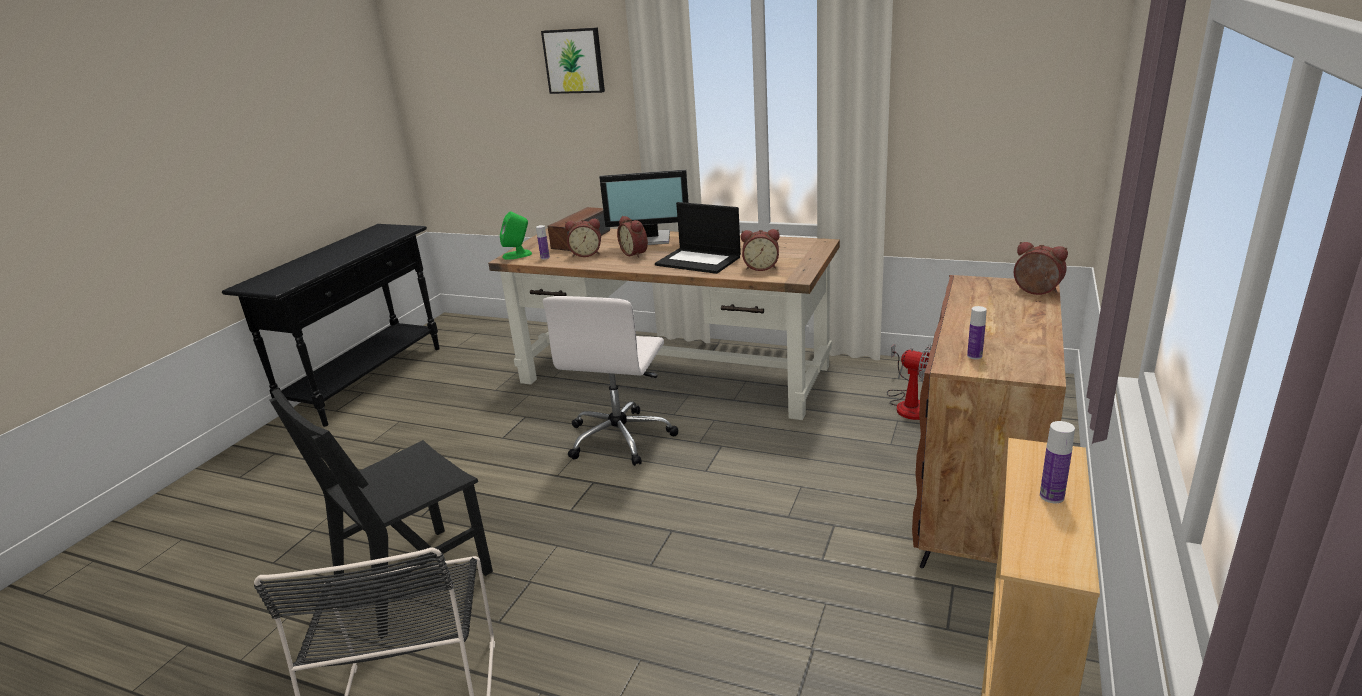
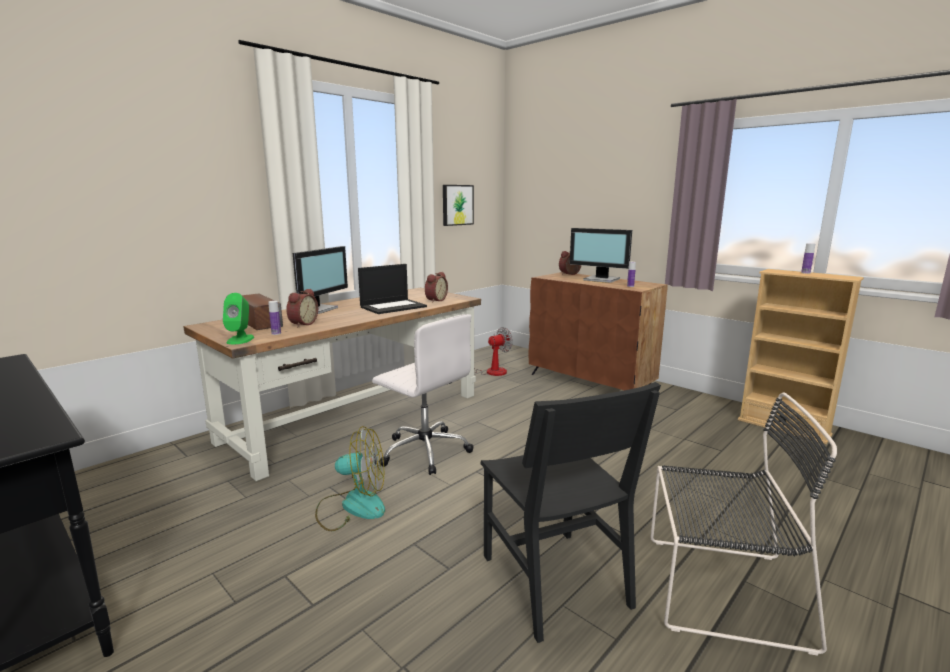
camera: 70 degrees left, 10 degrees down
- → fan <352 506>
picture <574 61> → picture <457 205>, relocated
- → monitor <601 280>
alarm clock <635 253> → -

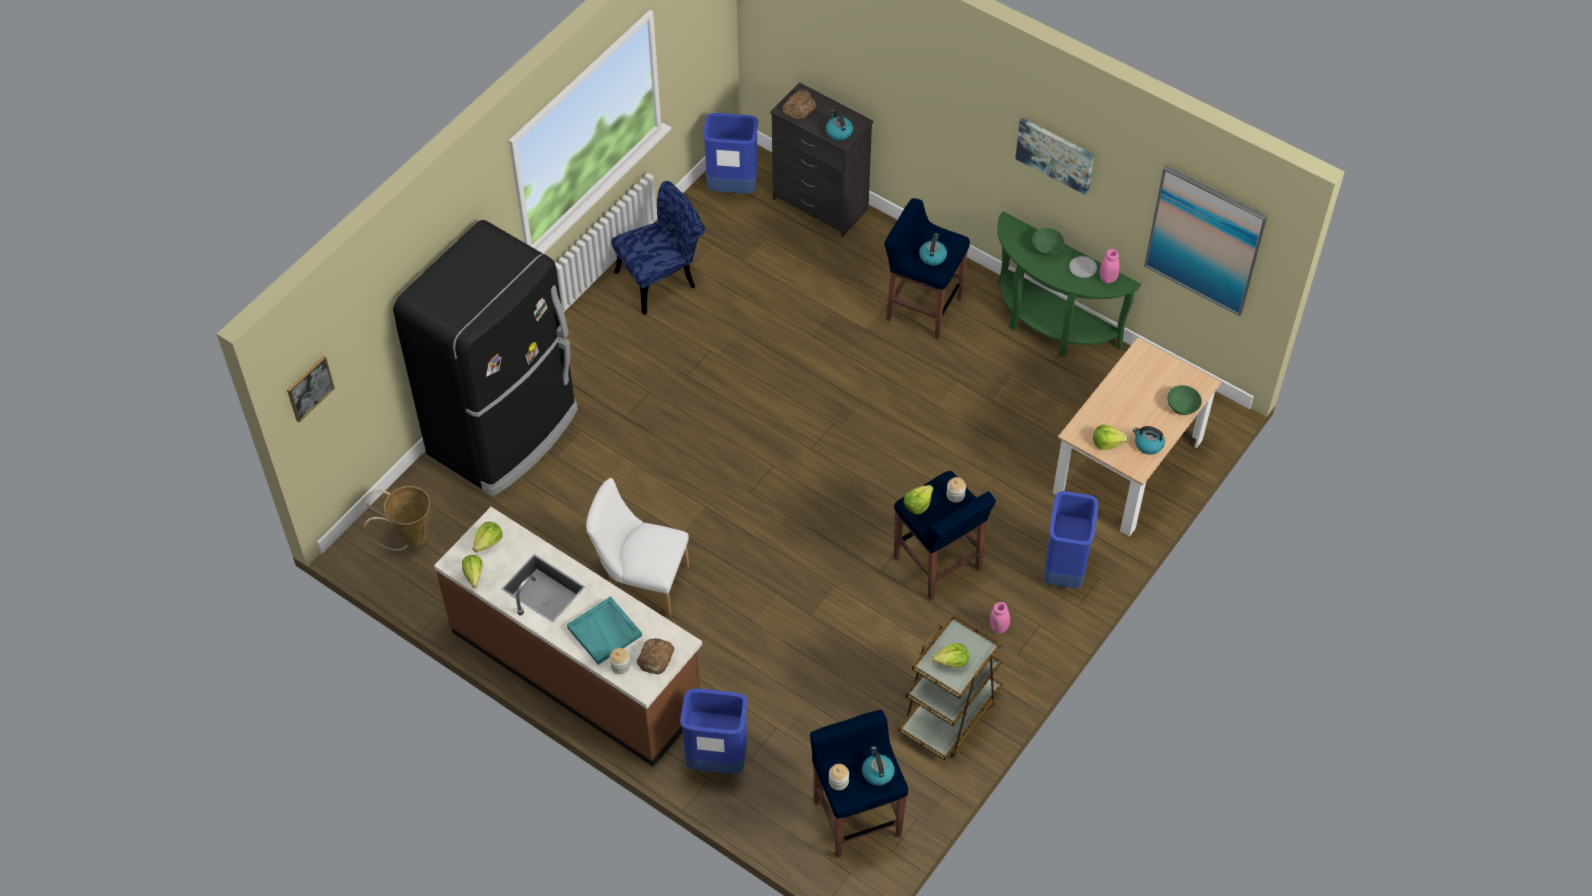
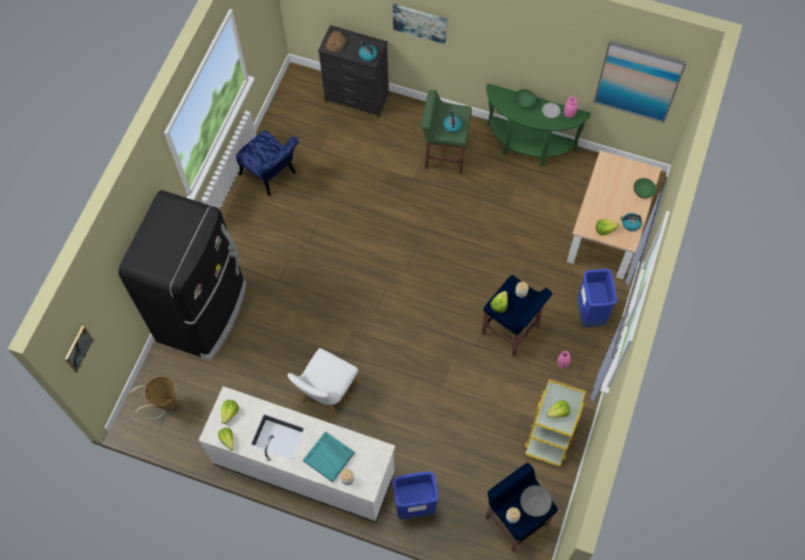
camera: 15 degrees left, 10 degrees up
brown counter <577 669> → white counter <304 467>
blue chair <662 278> → blue chair <271 176>, 90 degrees clockwise
white chair <641 581> → white chair <326 394>, 60 degrees counterclockwise
picture <1055 155> → picture <420 23>, relocated
blue stool <922 308> → green stool <445 154>
kettle <877 772> → grey bowl <535 503>
brown cart <949 714> → yellow cart <551 432>
bread <656 658> → -
blue trash can <732 188> → -

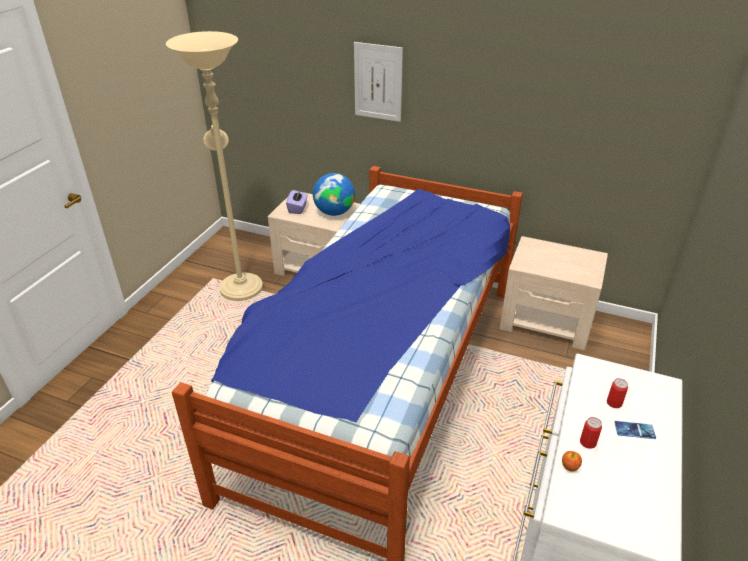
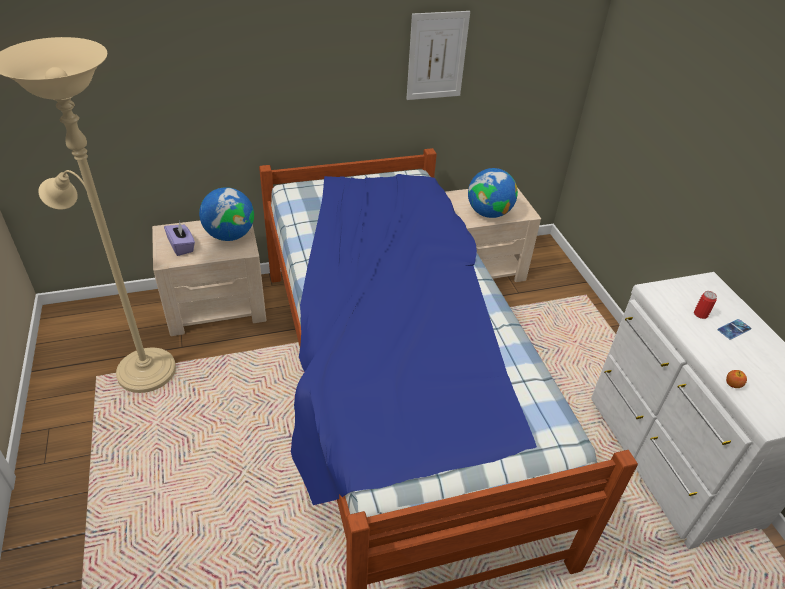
camera: 40 degrees left, 5 degrees up
picture <378 82> → picture <437 56>, relocated
- → globe <488 213>
can <588 442> → -

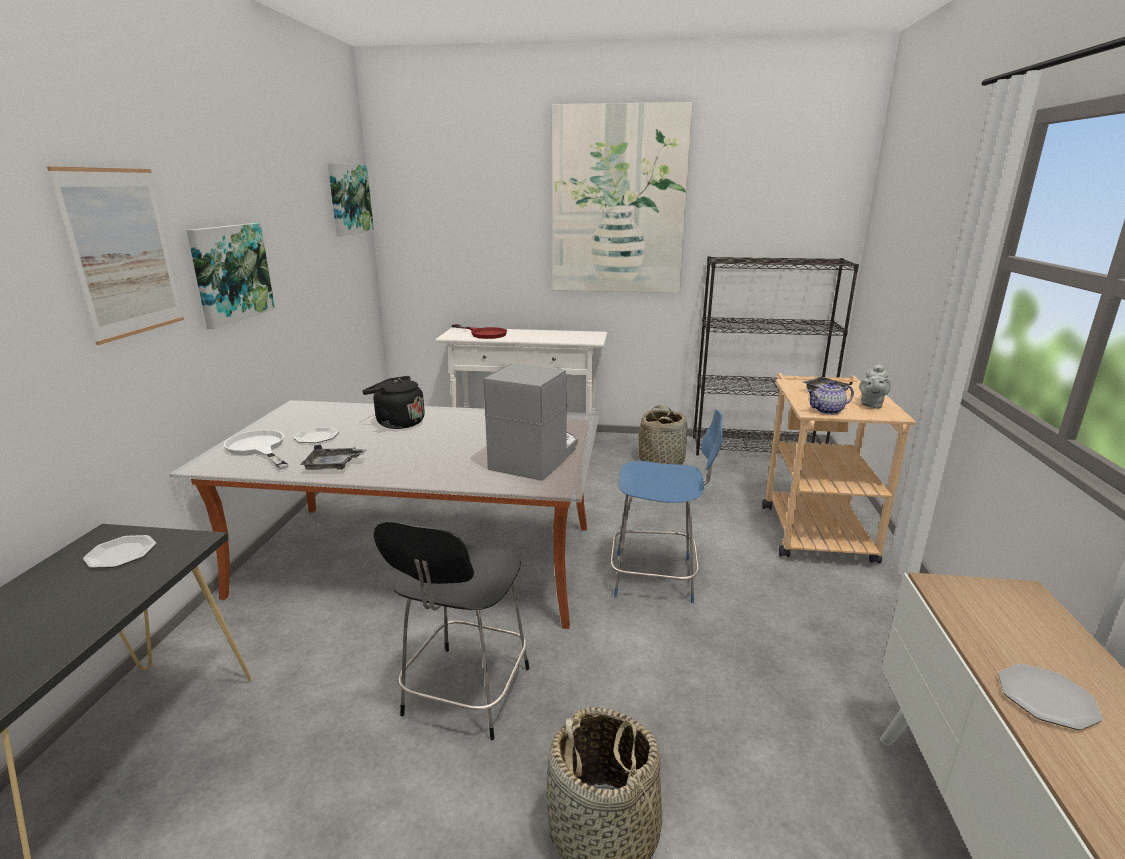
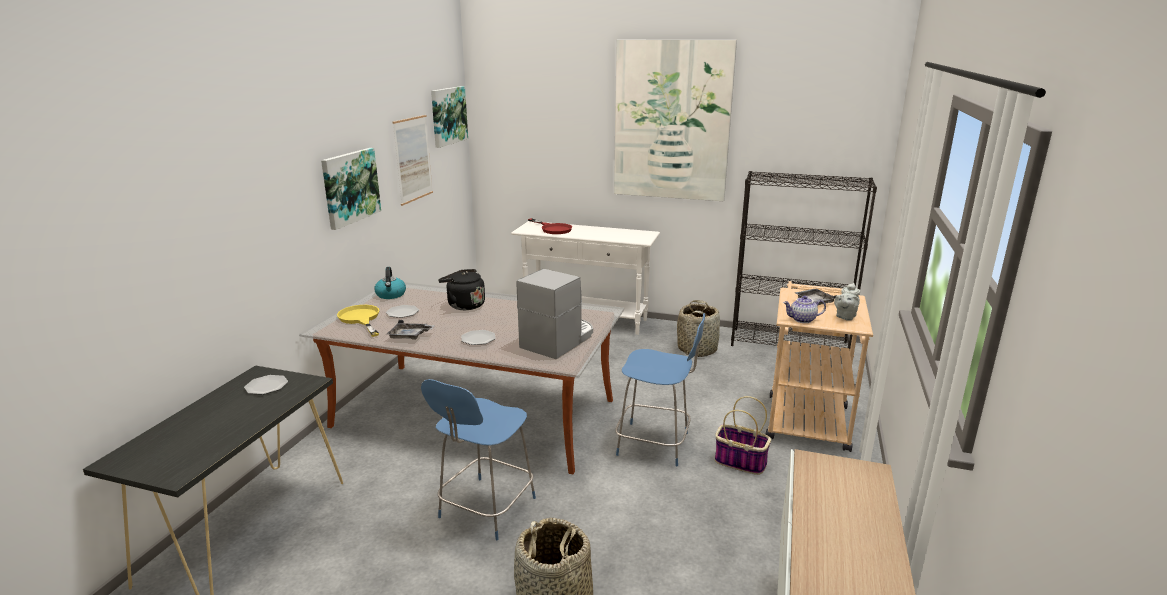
camera: 10 degrees right, 0 degrees up
white frying pan <258 448> → yellow frying pan <360 319>
- → kettle <391 295>
picture <123 253> → picture <413 159>, relocated
black chair <465 694> → blue chair <485 509>
plate <1047 699> → plate <478 339>, relocated
- → basket <739 462>

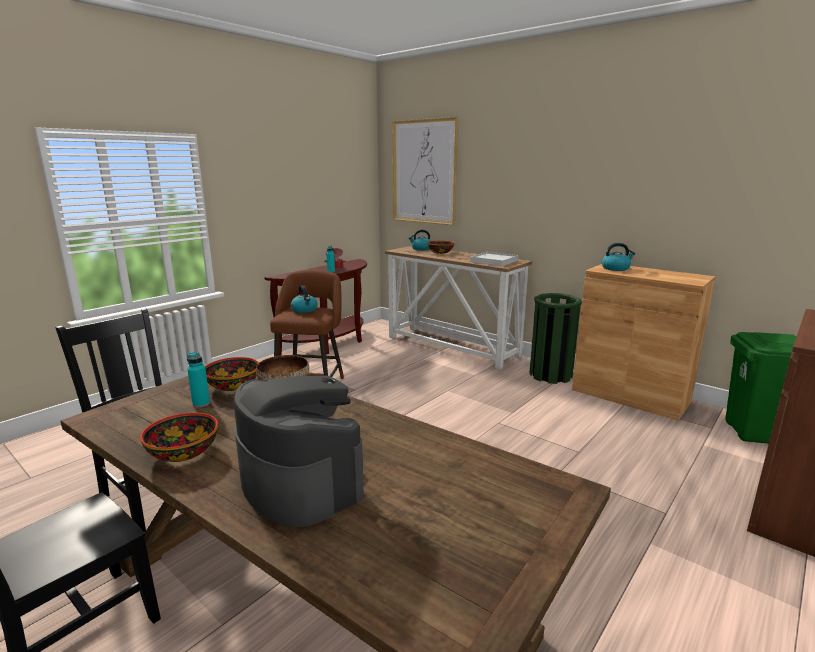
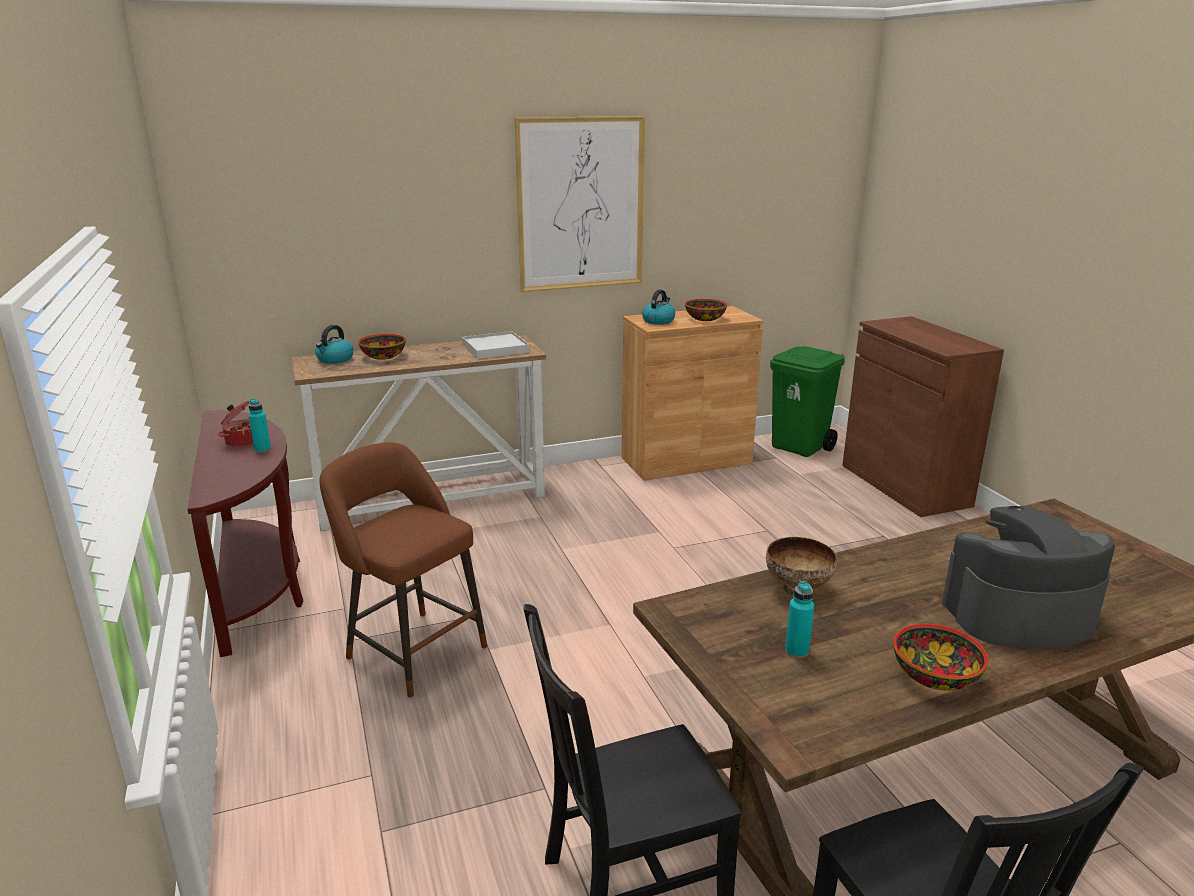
camera: 60 degrees left, 5 degrees up
picture <424 172> → picture <581 204>, relocated
bowl <232 385> → bowl <704 319>, relocated
kettle <304 310> → -
green trash can <550 375> → -

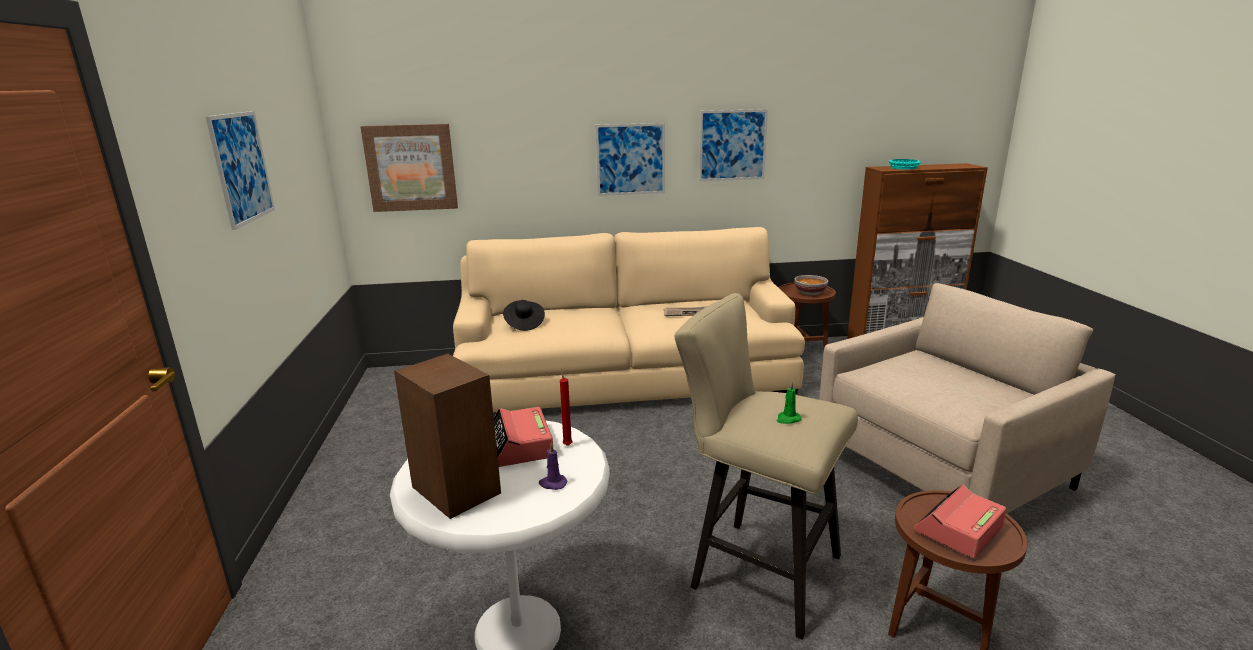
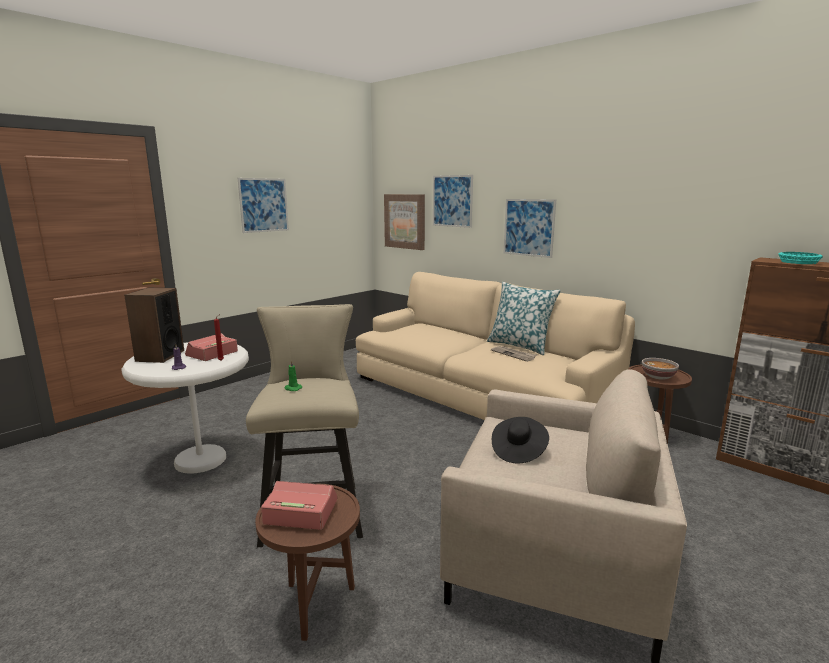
camera: 50 degrees right, 5 degrees down
picture <732 145> → picture <452 201>, relocated
- → pillow <520 346>
black hat <524 324> → black hat <518 451>, relocated

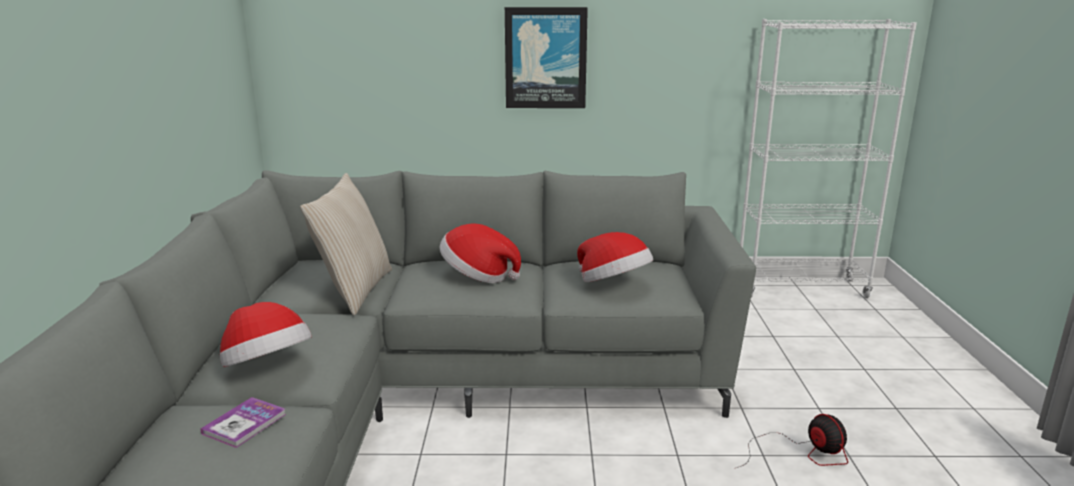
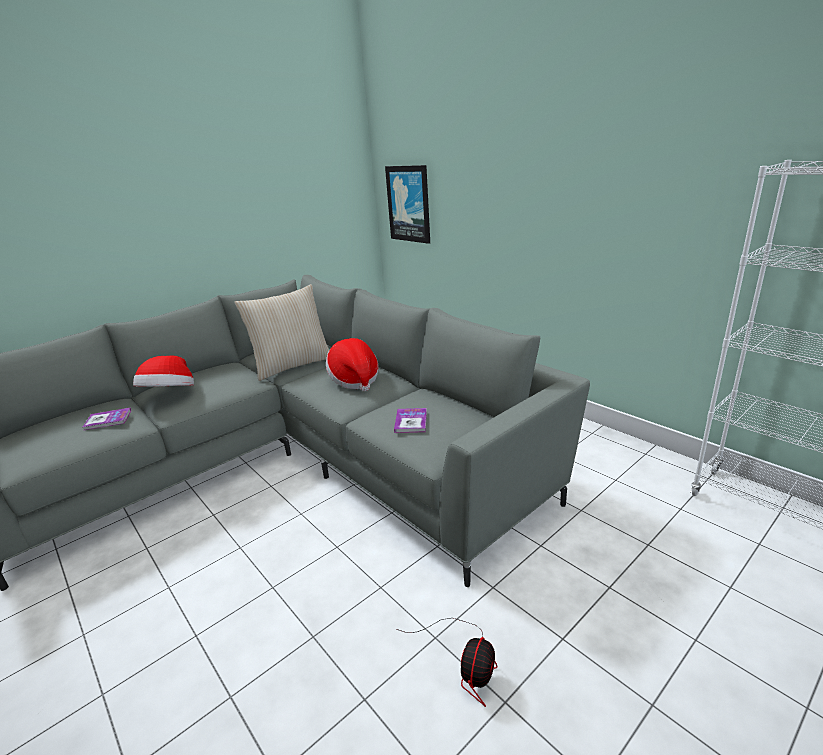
camera: 50 degrees right, 5 degrees up
picture <545 58> → picture <409 204>, relocated
hat <613 284> → book <411 421>

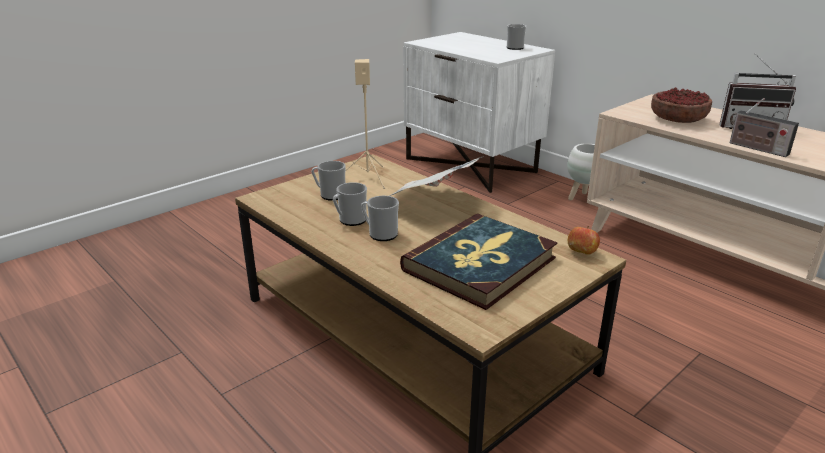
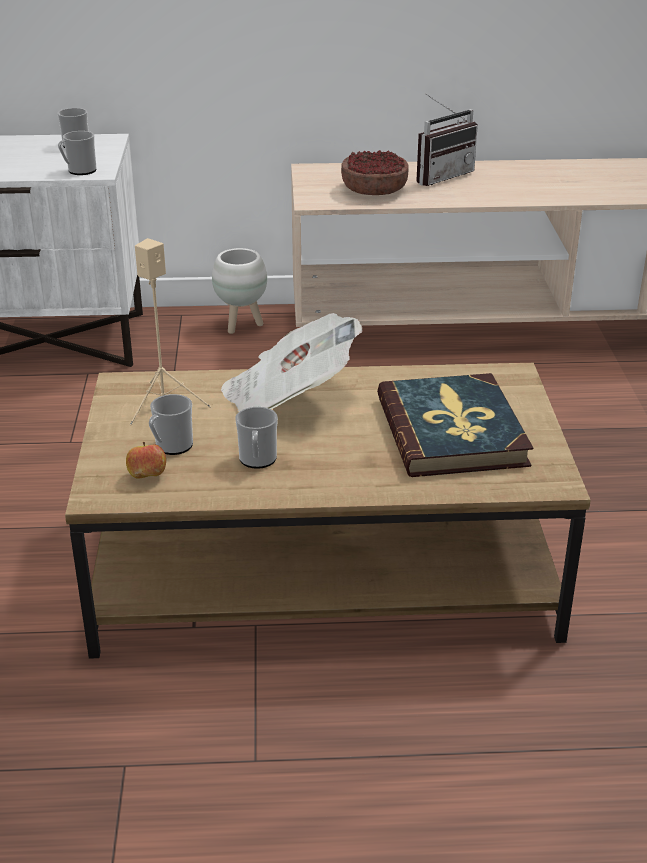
camera: 50 degrees left, 5 degrees up
mug <380 234> → mug <79 171>, relocated
apple <581 253> → apple <147 476>, relocated
radio <755 148> → -

